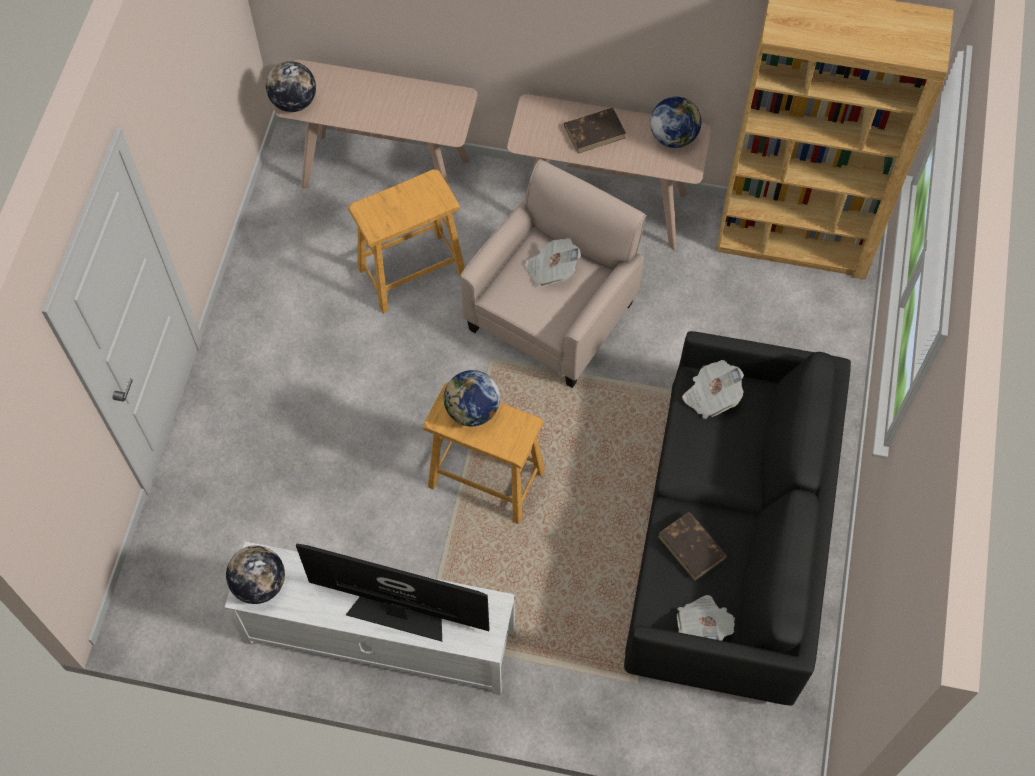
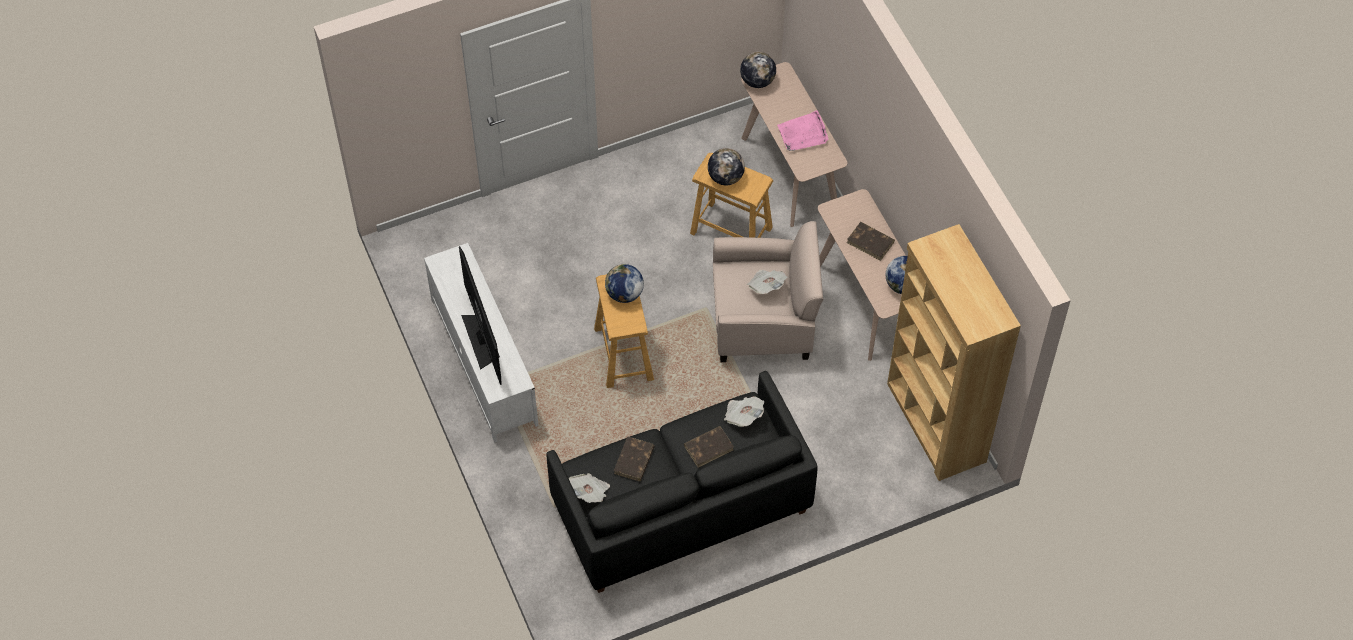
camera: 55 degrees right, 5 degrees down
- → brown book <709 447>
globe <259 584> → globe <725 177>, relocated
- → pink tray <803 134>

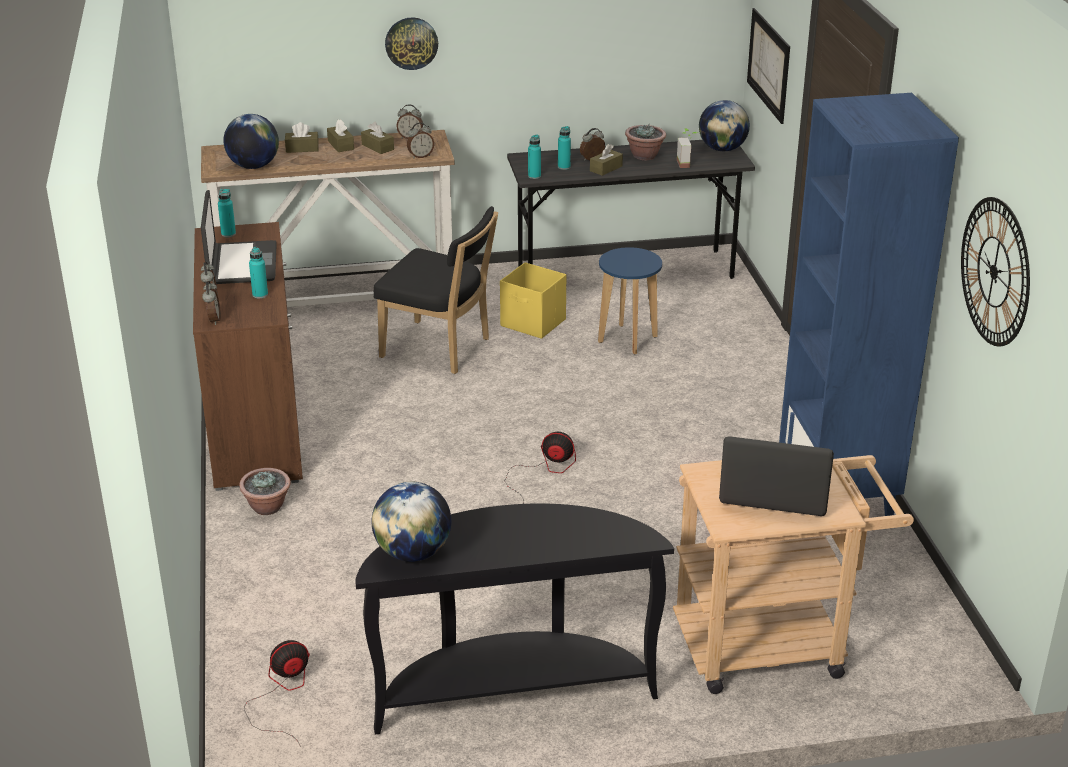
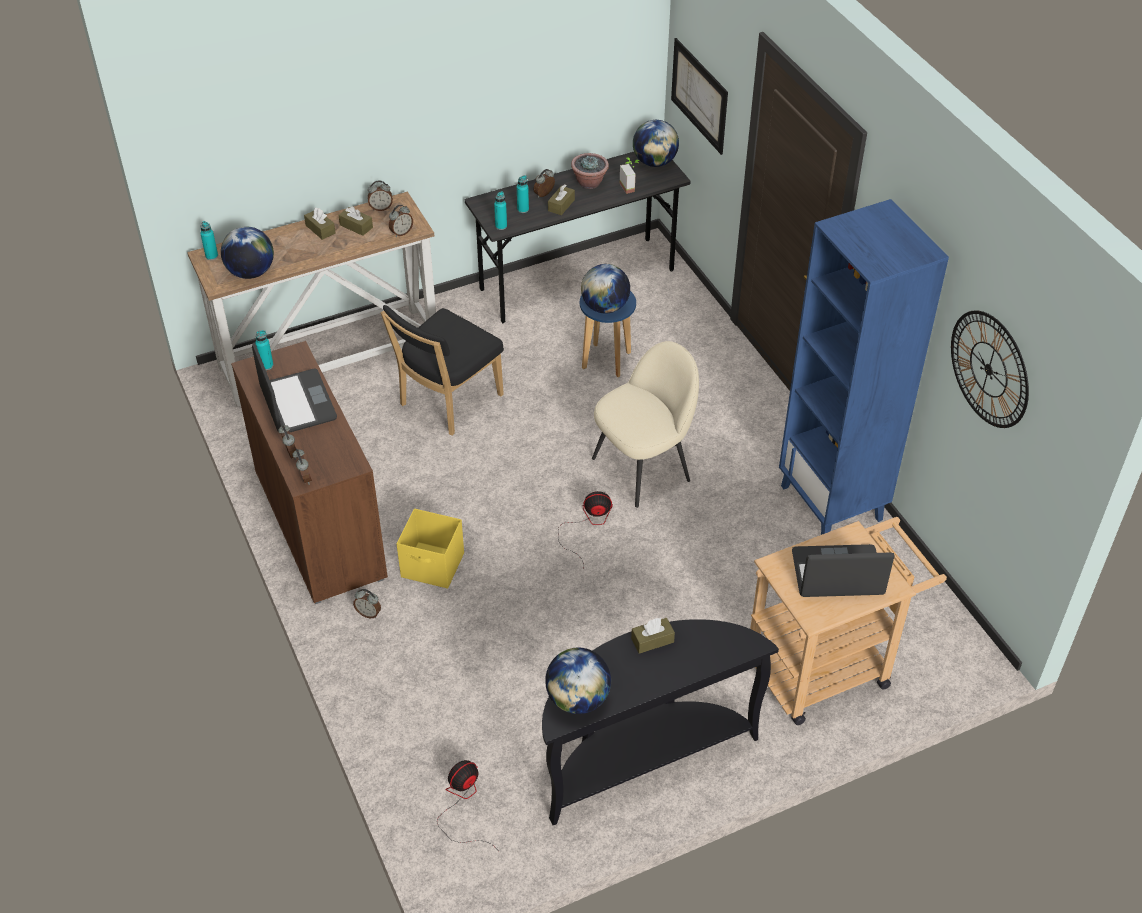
camera: 15 degrees left, 15 degrees up
turquoise bottle <260 295> → turquoise bottle <212 256>, relocated
potted plant <267 507> → alarm clock <368 613>
black chair <440 349> → black chair <447 402>, 120 degrees clockwise
yellow storage box <533 323> → yellow storage box <433 566>, relocated
- → globe <605 307>
- → beige chair <643 468>
brown tissue box <302 148> → brown tissue box <652 640>, relocated
wall clock <411 43> → -

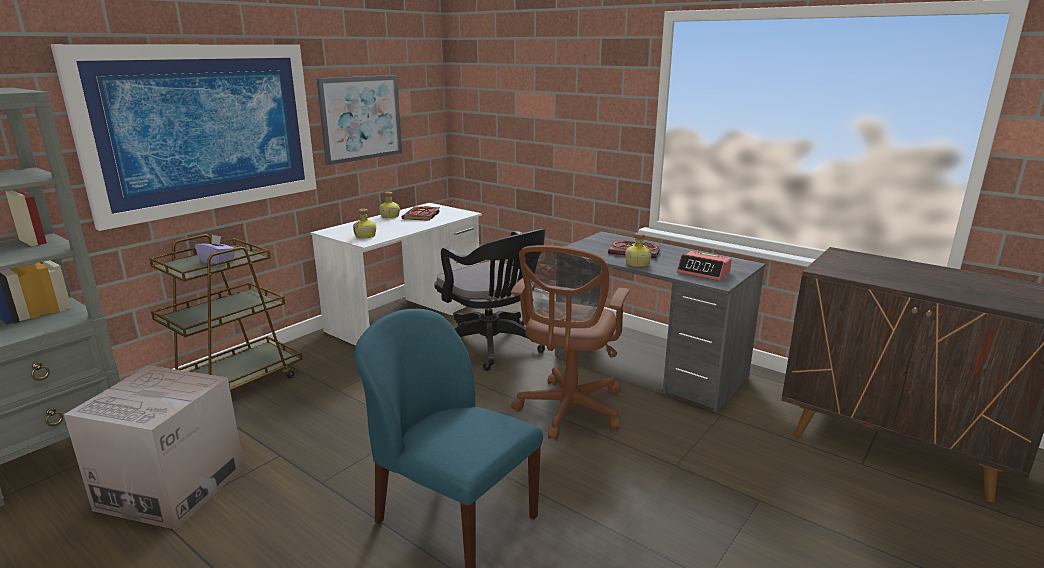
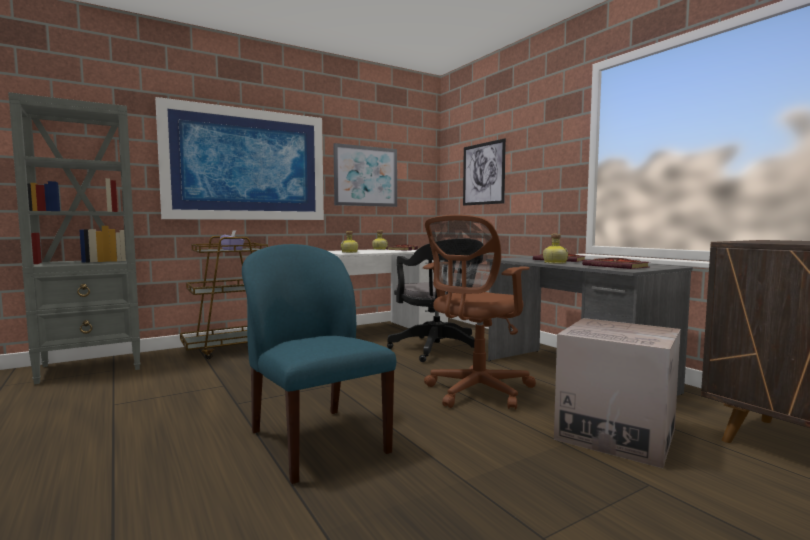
camera: 20 degrees right, 15 degrees down
- → picture <483 174>
cardboard box <171 487> → cardboard box <615 434>, relocated
alarm clock <704 272> → book <617 267>

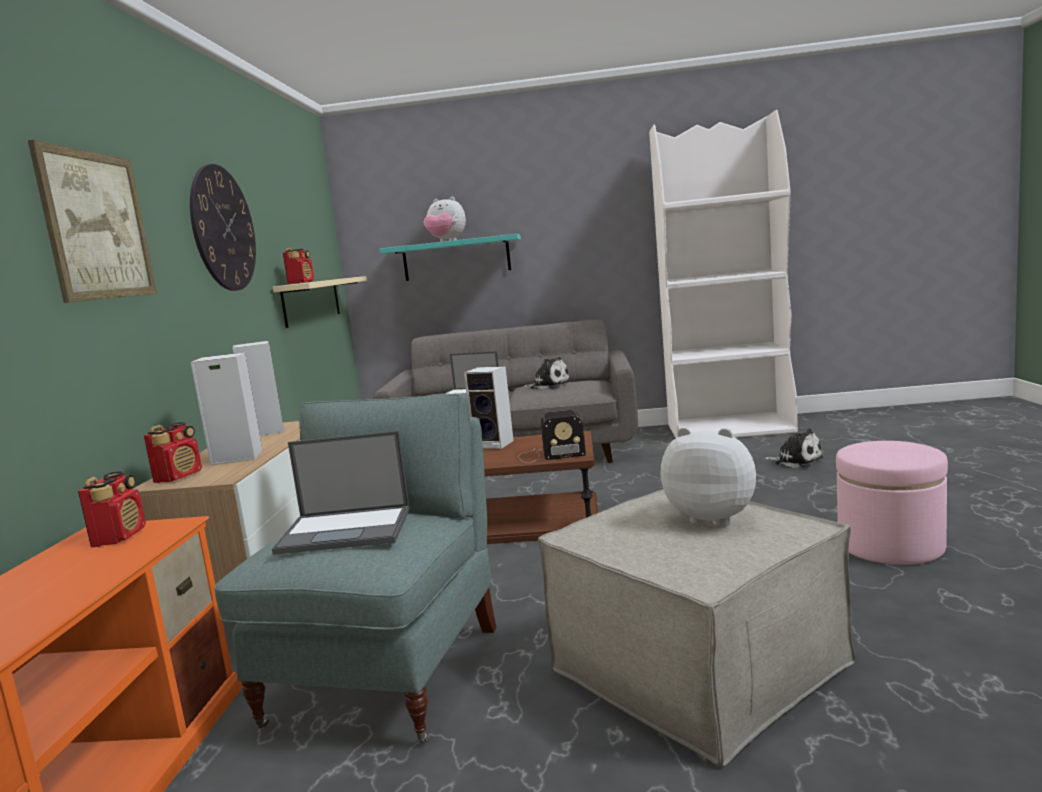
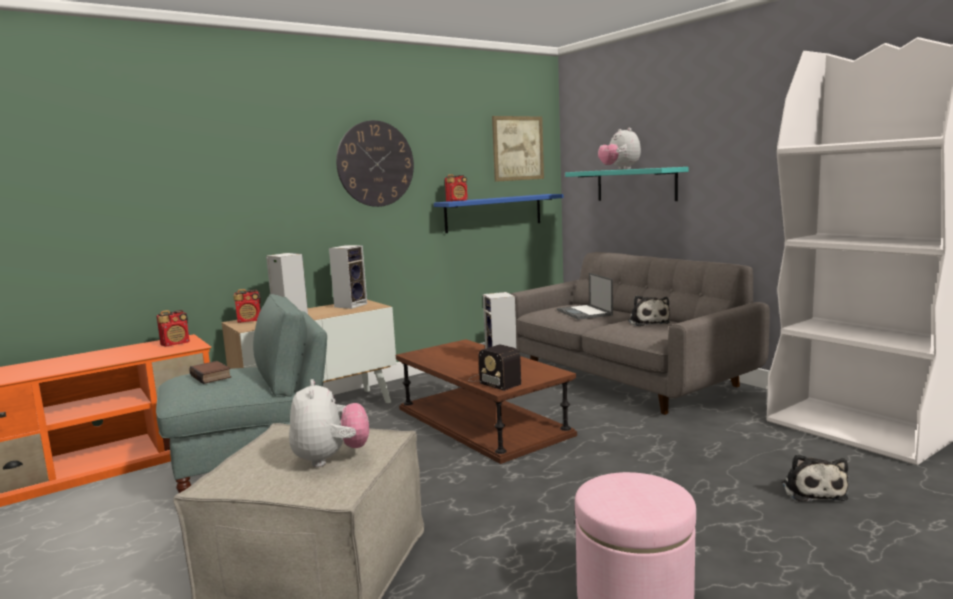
camera: 50 degrees right, 0 degrees up
laptop <347 530> → book <212 376>
beige shelf <312 301> → blue shelf <494 213>
picture <97 226> → picture <518 148>, relocated

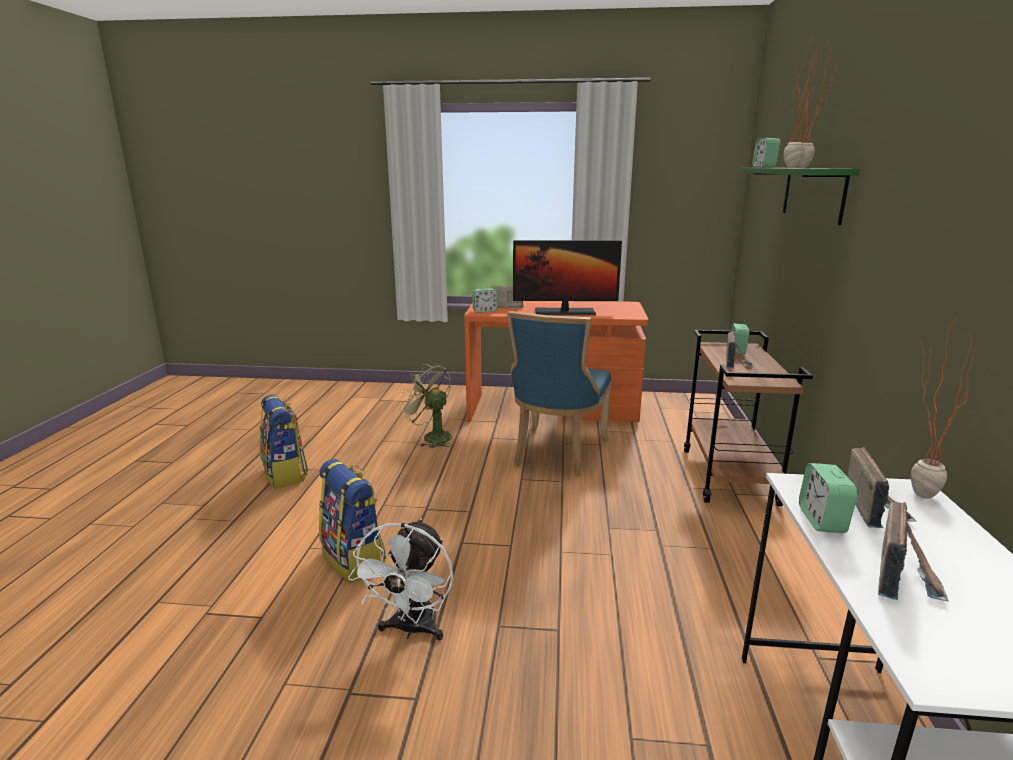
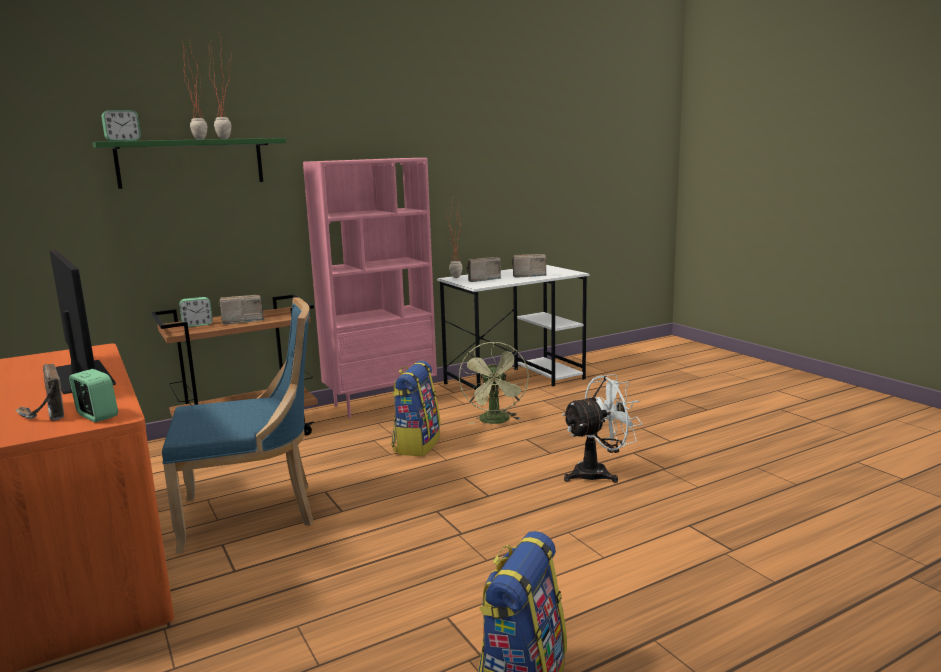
camera: 125 degrees left, 5 degrees down
- → pink bookcase <381 403>
backpack <354 559> → backpack <416 444>, relocated
green fan <431 437> → green fan <496 421>, relocated
alarm clock <822 520> → -

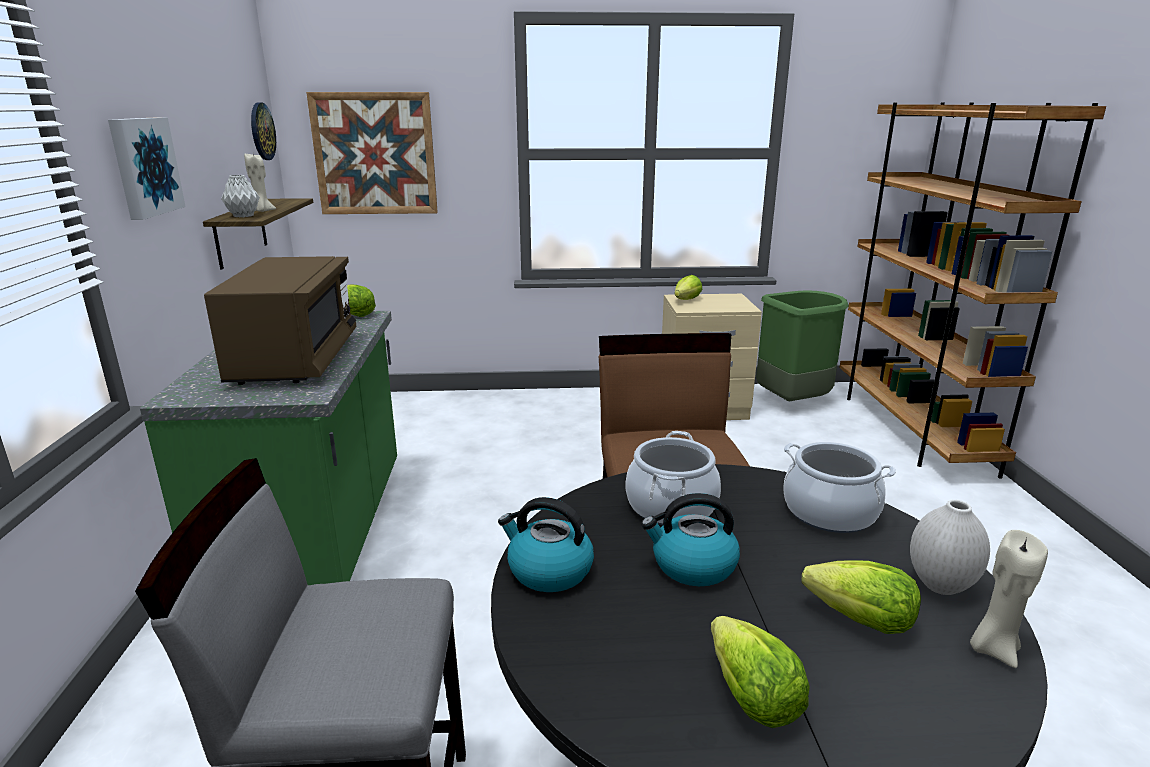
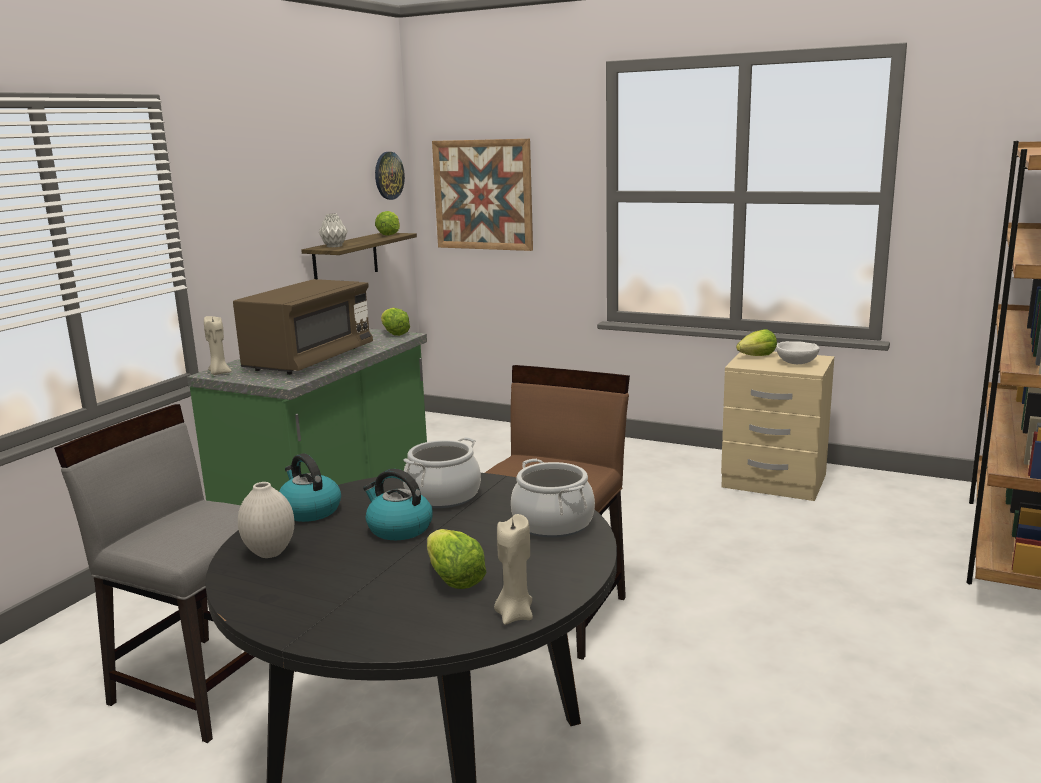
camera: 30 degrees right, 5 degrees down
beige candle <262 211> → beige candle <219 373>, relocated
white vase <939 585> → white vase <269 552>, relocated
lettuce <752 698> → lettuce <389 234>, relocated
- → white bowl <796 363>
picture <144 166> → -
green trash can <793 402> → -

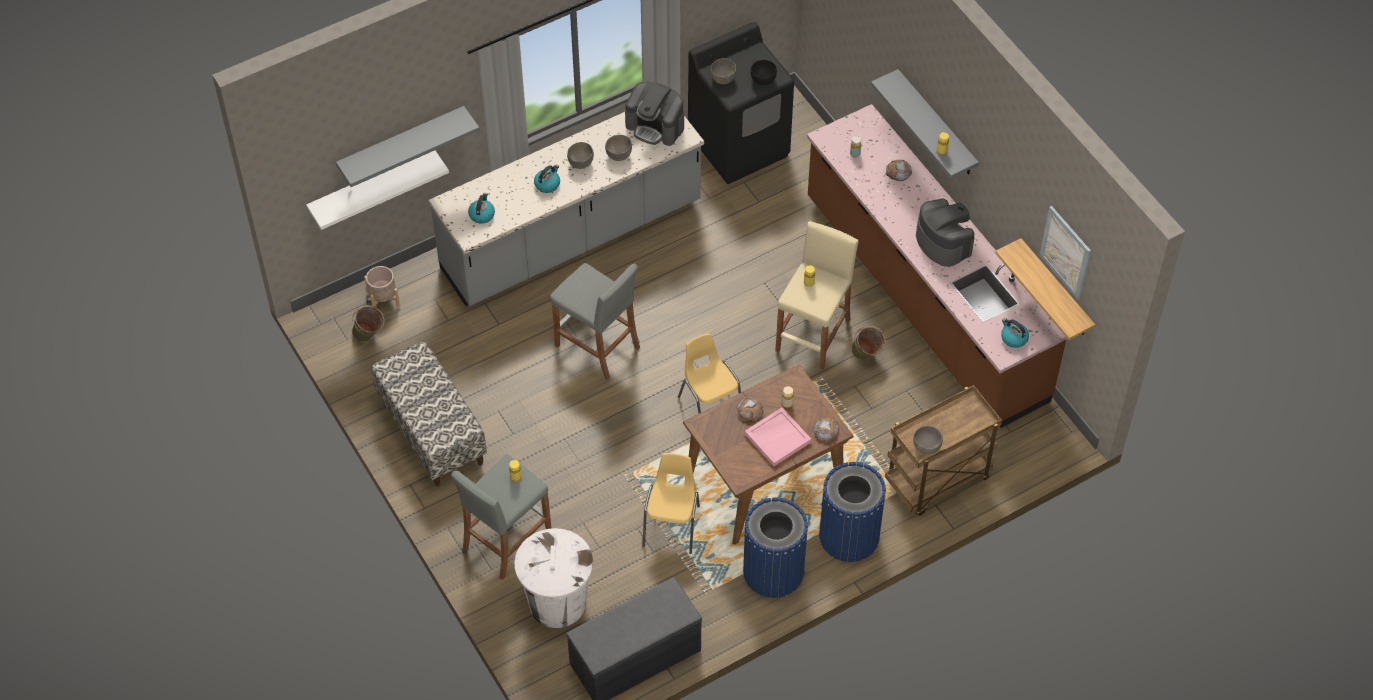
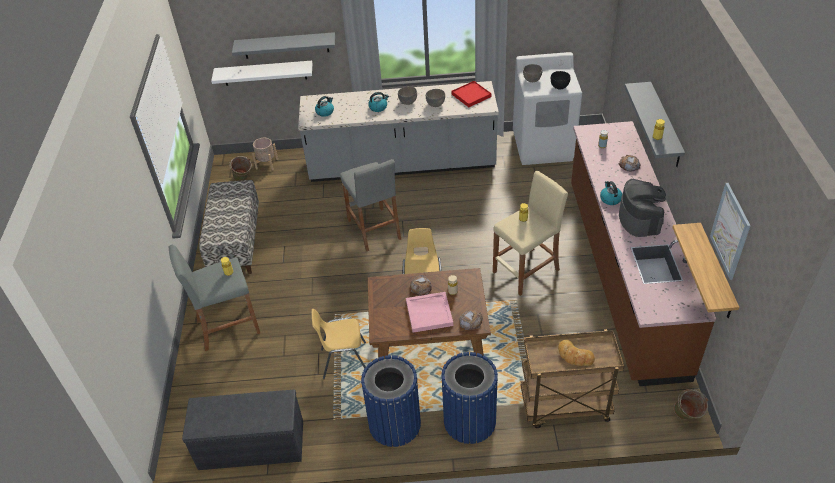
camera: 30 degrees right, 10 degrees down
yellow chair <672 525> → yellow chair <344 360>, 135 degrees counterclockwise
coffee machine <655 126> → red tray <471 95>
black washing machine <739 145> → white washing machine <543 146>
- → bread <574 356>
kettle <1013 338> → kettle <610 199>, relocated
green bucket <866 357> → green bucket <686 418>, relocated
white trash can <557 603> → -
grey bowl <926 447> → -

